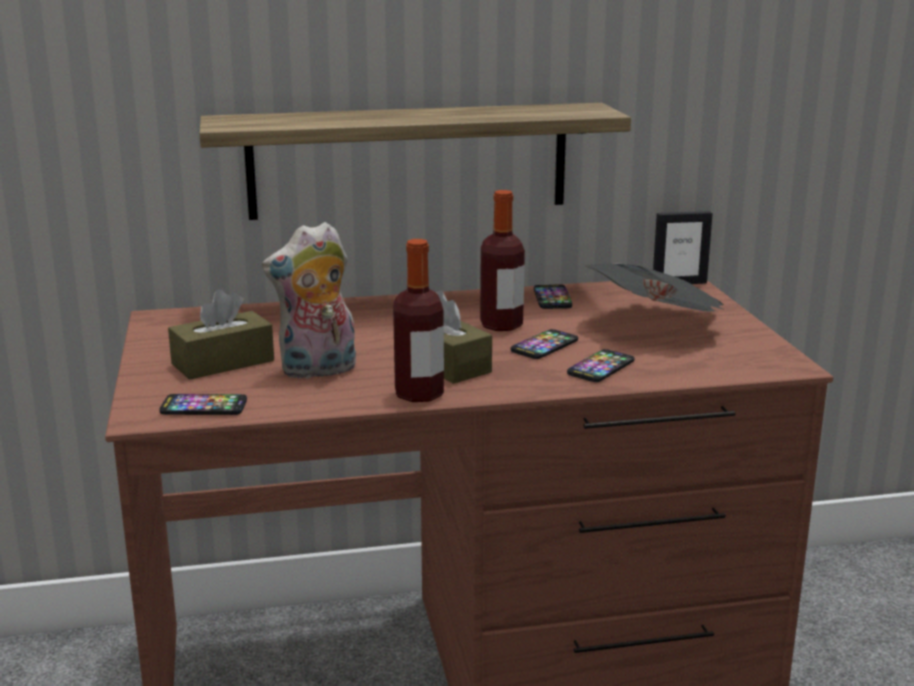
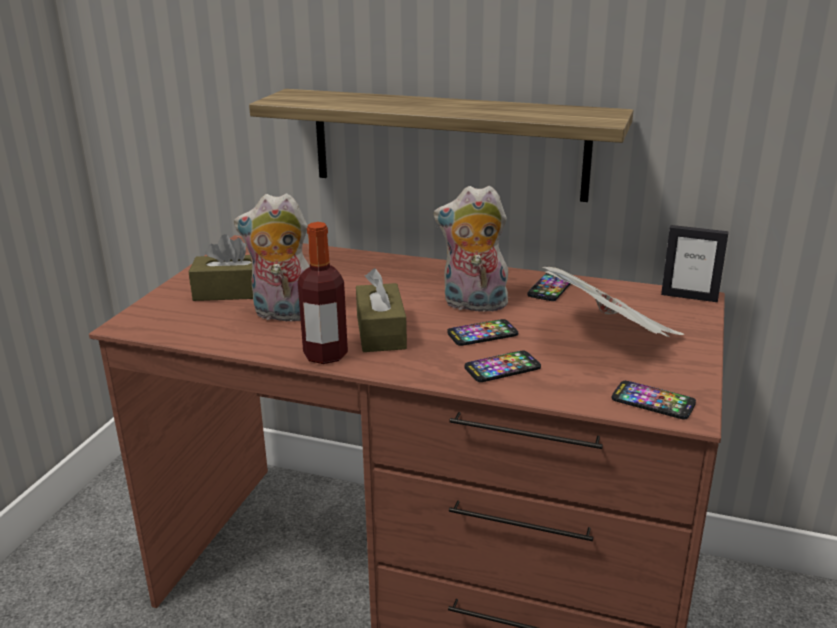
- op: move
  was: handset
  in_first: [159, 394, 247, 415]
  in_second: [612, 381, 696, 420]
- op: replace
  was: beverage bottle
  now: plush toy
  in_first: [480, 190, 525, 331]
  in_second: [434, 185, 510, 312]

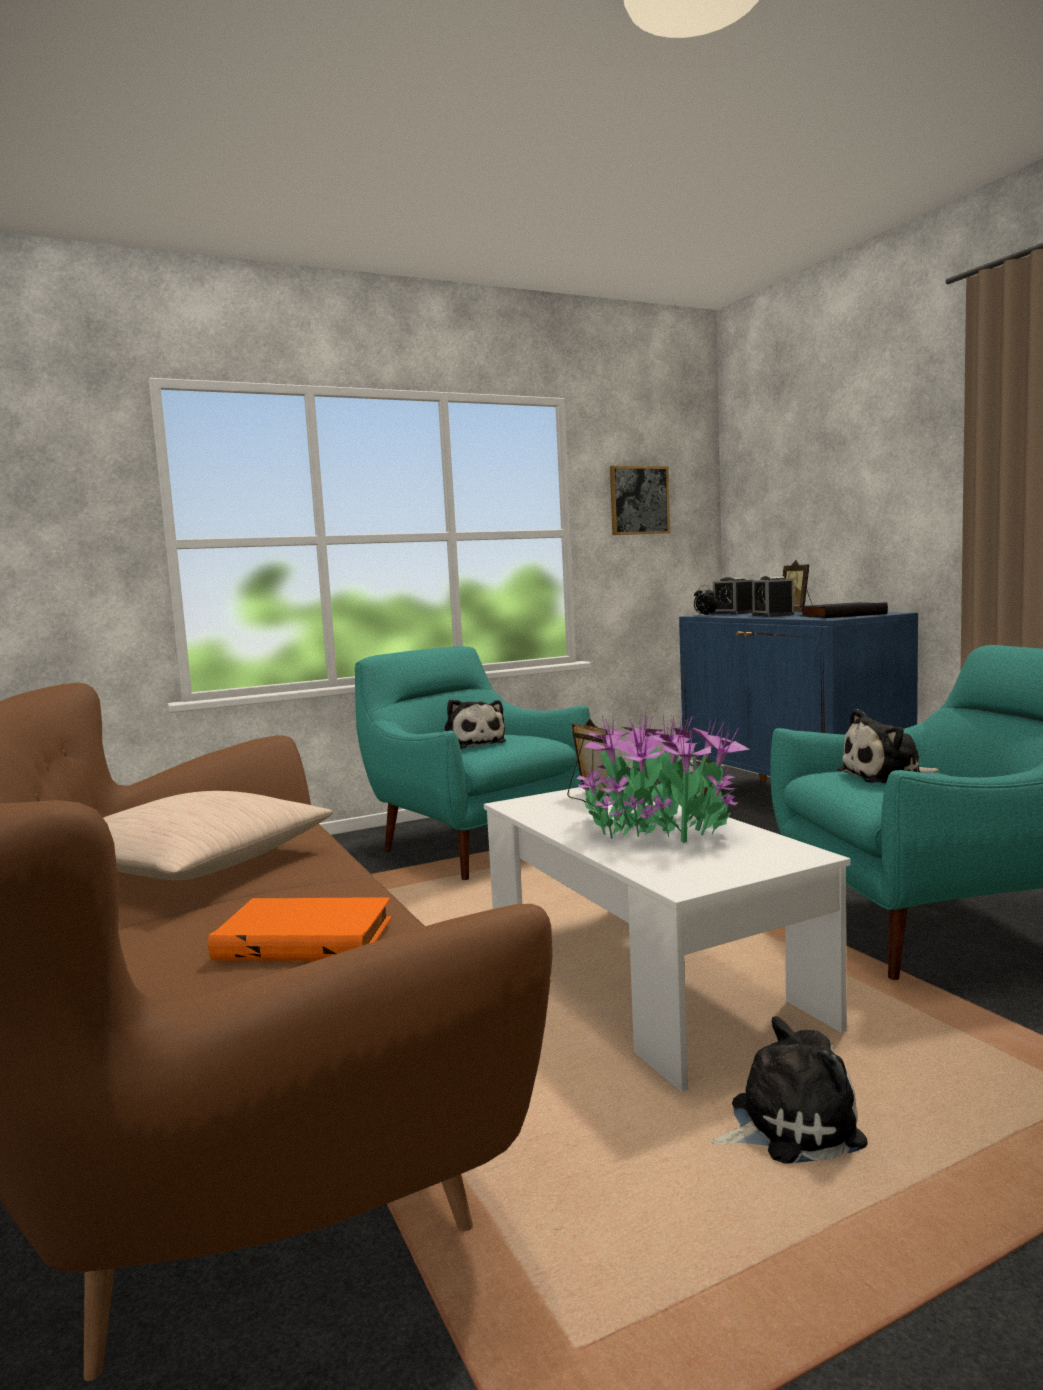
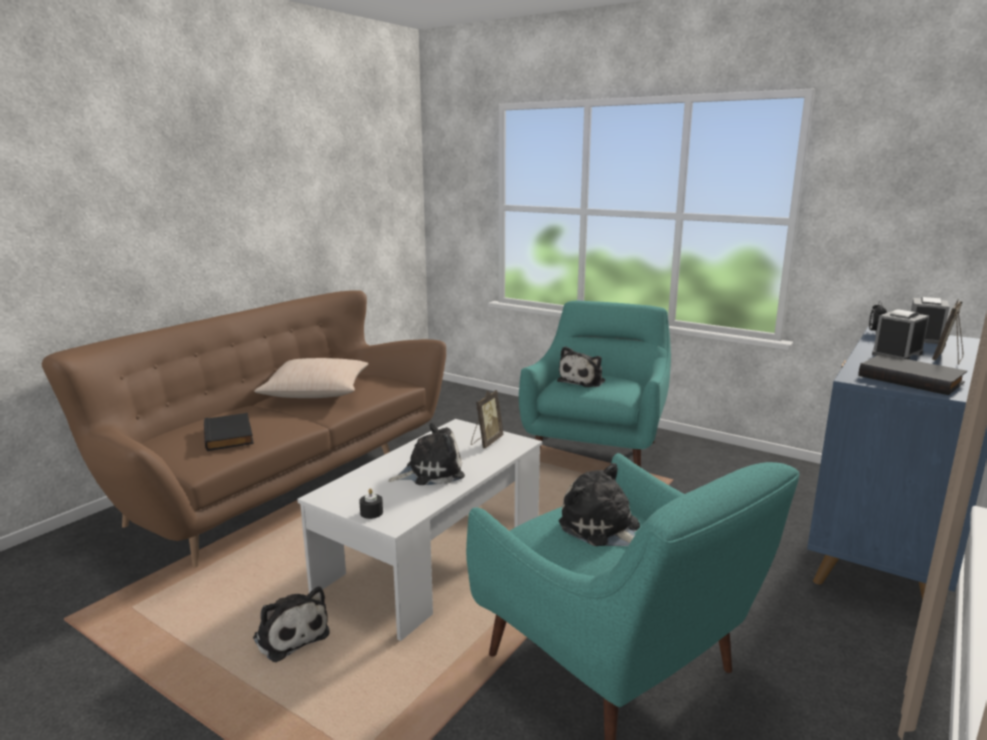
- op: recolor
  was: orange-coloured bound book
  now: blackish bound book
  in_first: [208, 897, 392, 961]
  in_second: [204, 413, 254, 451]
- op: replace
  was: houseplant
  now: plush toy
  in_first: [576, 711, 749, 843]
  in_second: [388, 423, 465, 485]
- op: delete
  was: picture
  in_first: [610, 466, 670, 535]
- op: insert
  now: blackish candle
  in_second: [359, 488, 383, 519]

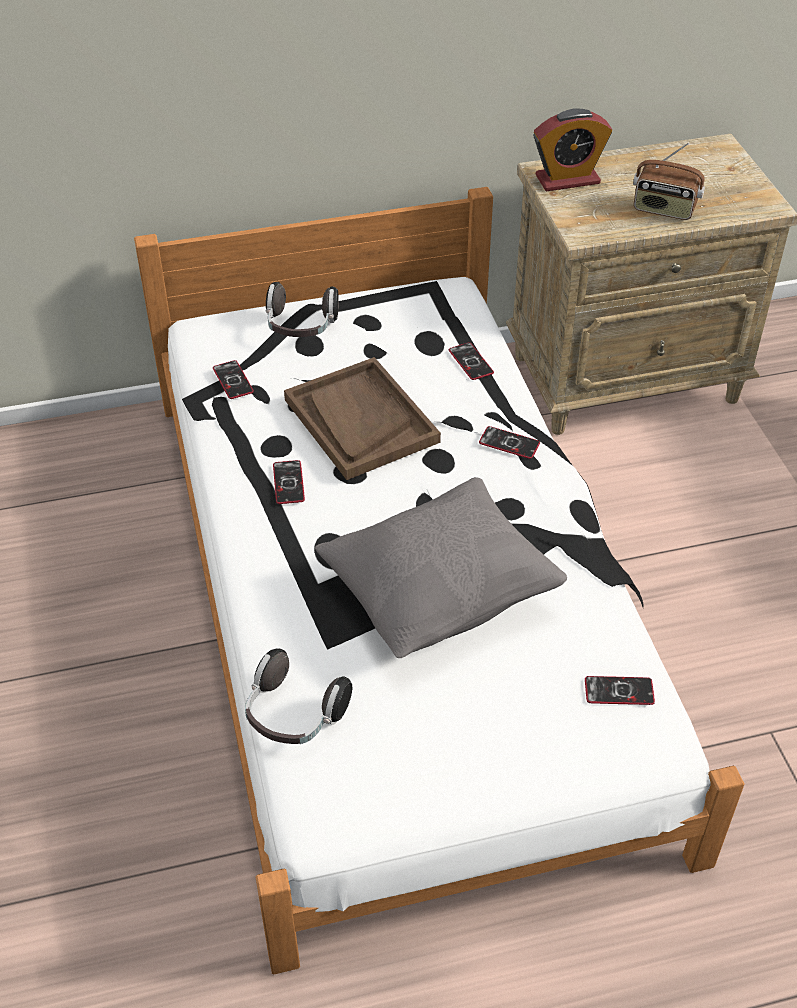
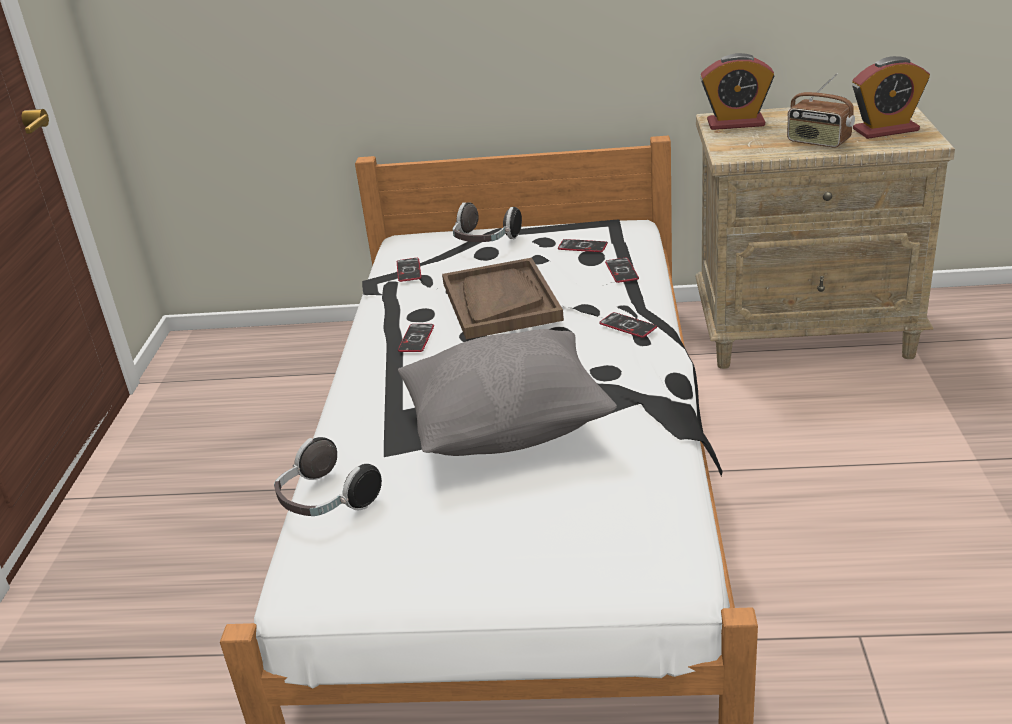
- op: move
  was: handset
  in_first: [585, 676, 655, 705]
  in_second: [558, 239, 608, 252]
- op: insert
  now: table clock
  in_second: [852, 56, 930, 139]

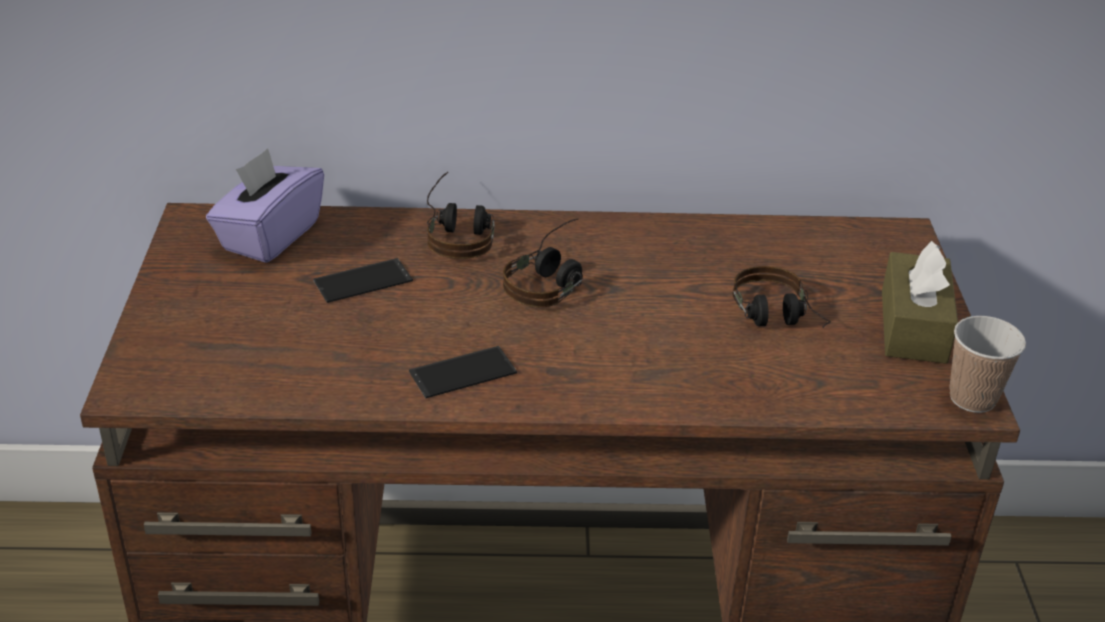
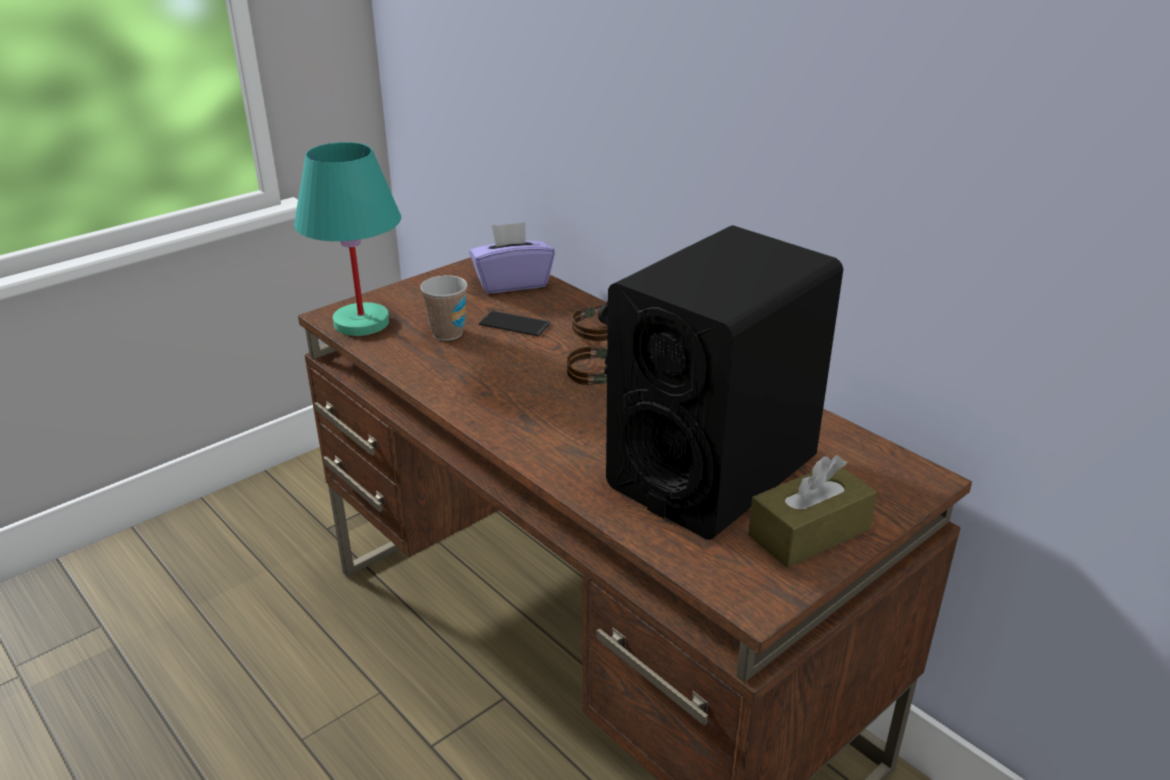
- op: delete
  was: handset
  in_first: [409, 346, 517, 399]
- op: replace
  was: headphones
  now: blackish speaker
  in_first: [733, 266, 831, 328]
  in_second: [606, 225, 843, 540]
- op: move
  was: drinking cup
  in_first: [950, 316, 1026, 413]
  in_second: [420, 275, 467, 341]
- op: insert
  now: blue-green lamp for a table
  in_second: [294, 142, 401, 336]

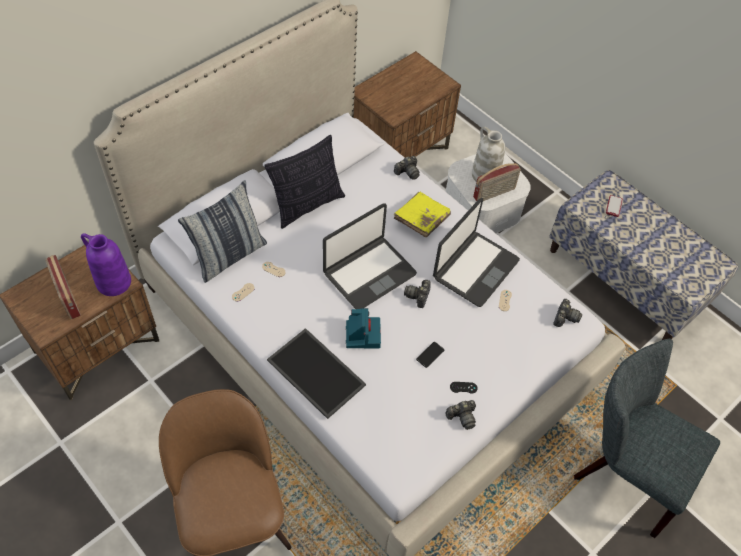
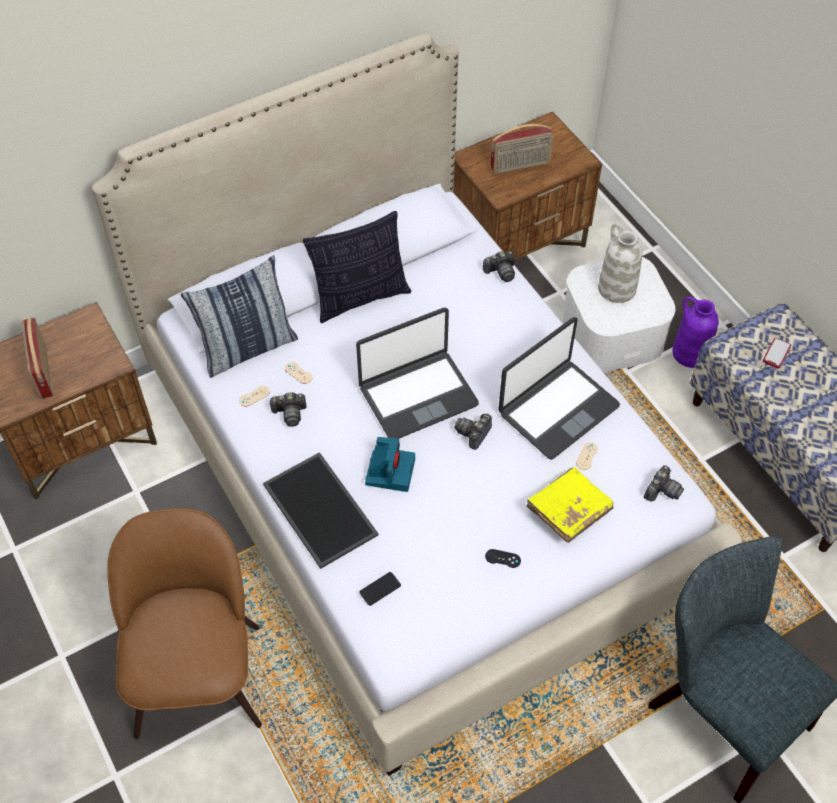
- op: move
  was: purple-coloured vase
  in_first: [81, 233, 131, 296]
  in_second: [672, 296, 719, 368]
- op: move
  was: yellow bound book
  in_first: [394, 192, 451, 237]
  in_second: [526, 467, 614, 543]
- op: move
  was: handset
  in_first: [416, 342, 444, 368]
  in_second: [359, 572, 401, 606]
- op: move
  was: still camera
  in_first: [445, 400, 476, 430]
  in_second: [269, 392, 307, 427]
- op: move
  was: radio set
  in_first: [473, 163, 521, 201]
  in_second: [490, 124, 554, 174]

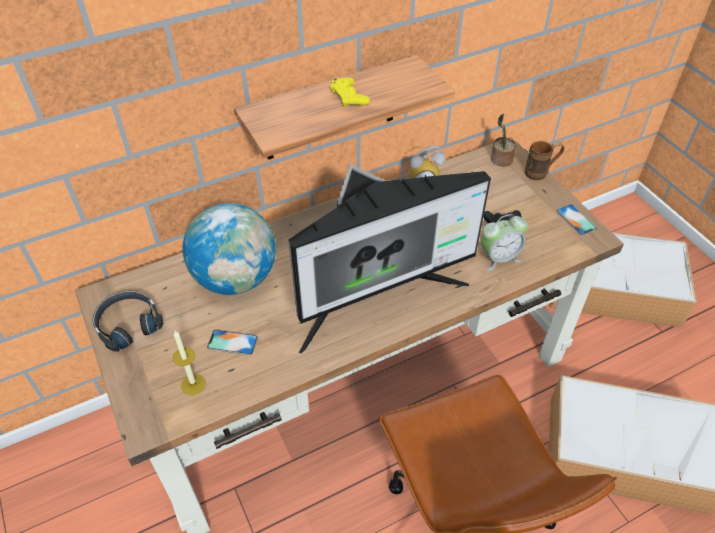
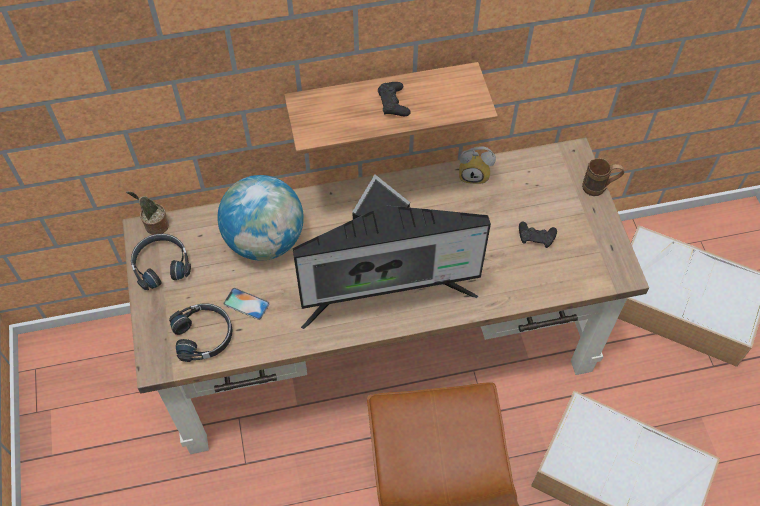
- op: replace
  was: candle
  now: blackish headphones
  in_first: [173, 331, 206, 395]
  in_second: [169, 303, 233, 362]
- op: recolor
  was: yellow game controller
  now: blackish game controller
  in_first: [330, 77, 370, 107]
  in_second: [378, 82, 410, 116]
- op: delete
  was: table clock
  in_first: [481, 214, 528, 271]
- op: move
  was: houseplant
  in_first: [491, 114, 516, 167]
  in_second: [126, 191, 169, 235]
- op: delete
  was: handset
  in_first: [556, 204, 597, 235]

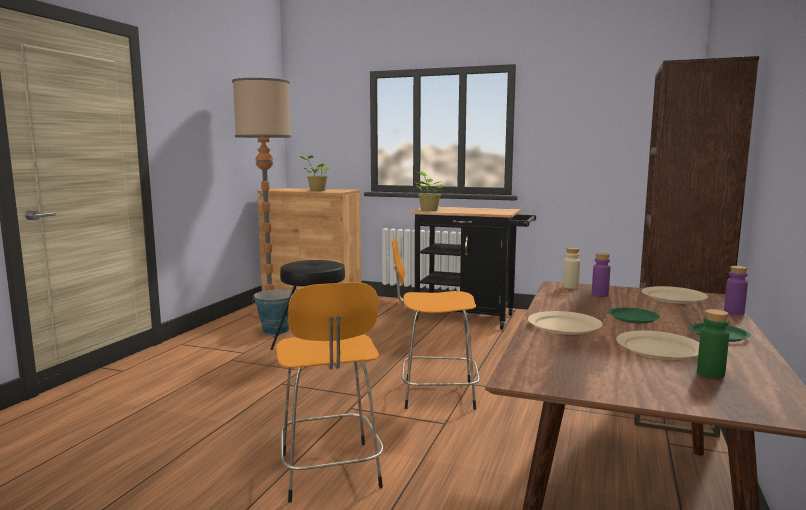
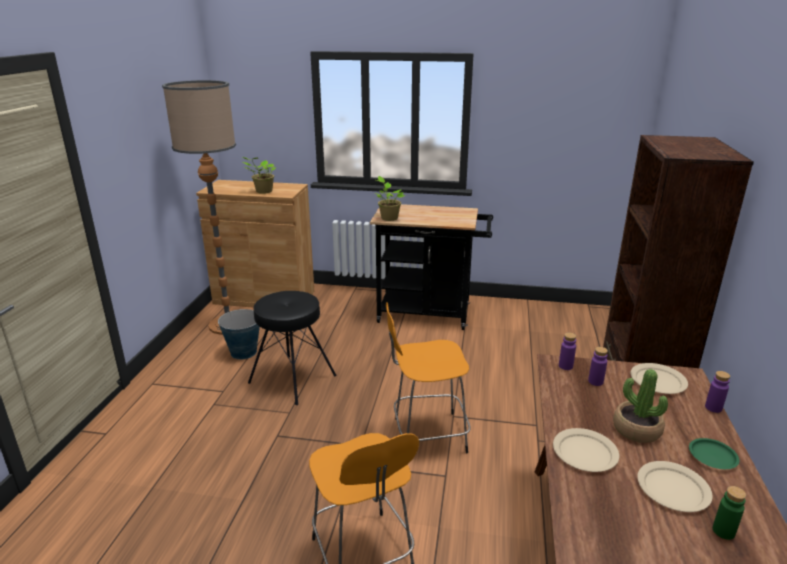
- op: recolor
  was: beige-coloured beverage bottle
  now: purple-coloured beverage bottle
  in_first: [563, 247, 580, 289]
  in_second: [559, 332, 576, 370]
- op: replace
  was: greenish plate
  now: houseplant
  in_first: [608, 307, 660, 323]
  in_second: [613, 369, 668, 443]

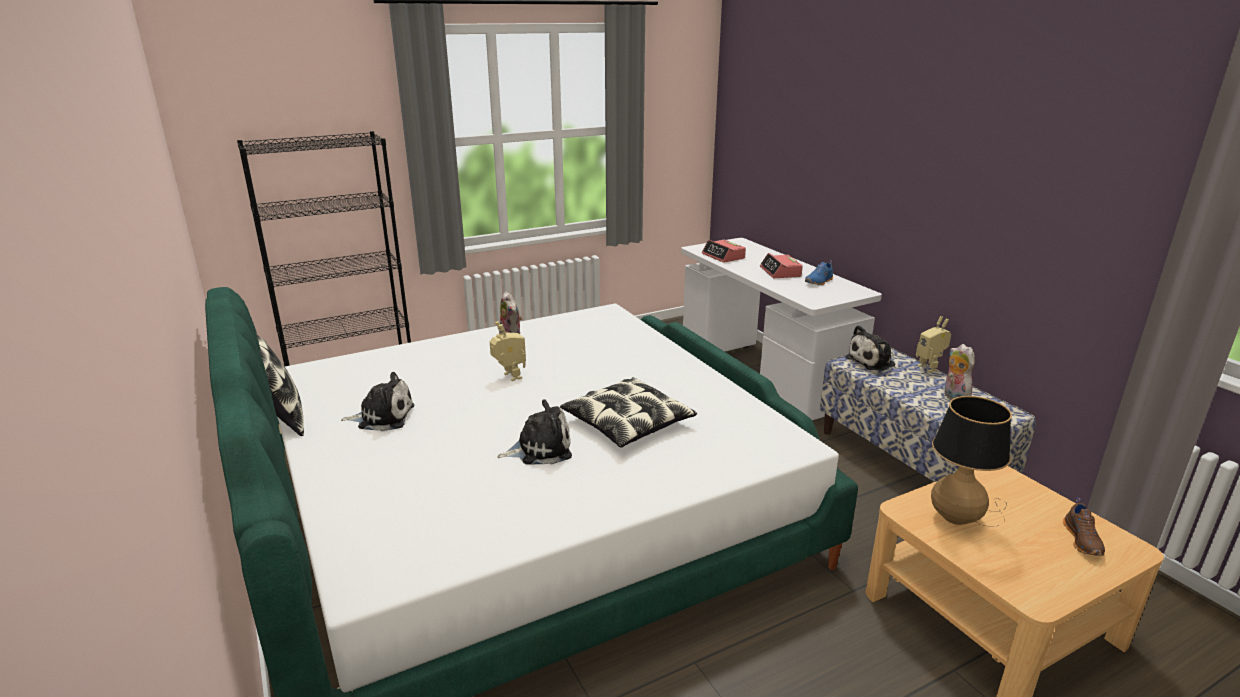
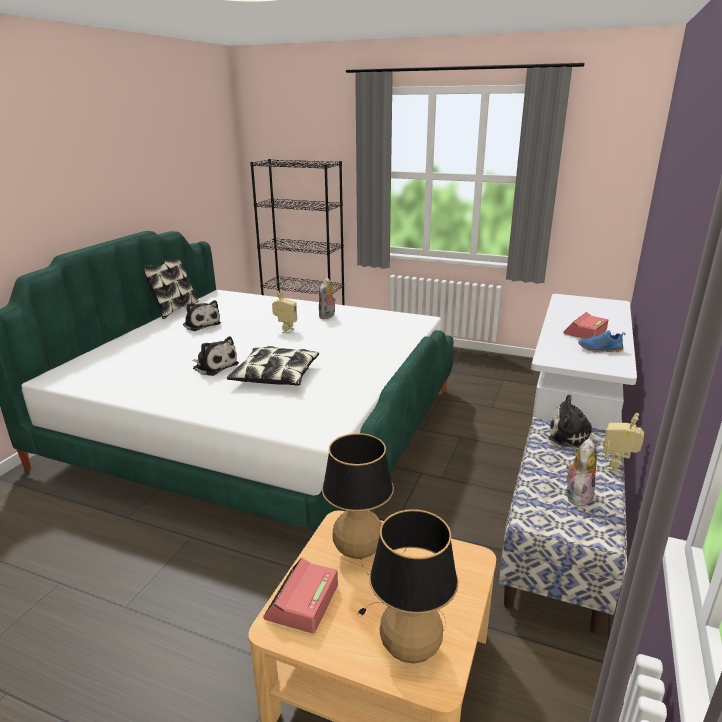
- op: move
  was: table clock
  in_first: [702, 240, 746, 263]
  in_second: [263, 557, 338, 634]
- op: replace
  was: brownish low shoe
  now: lamp for a table
  in_first: [1063, 498, 1105, 556]
  in_second: [357, 509, 458, 664]

